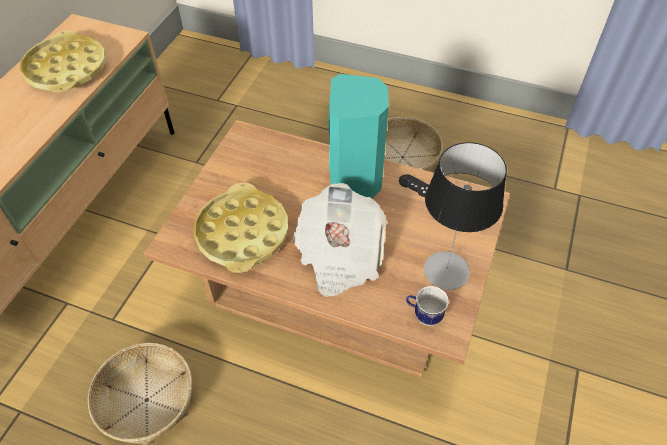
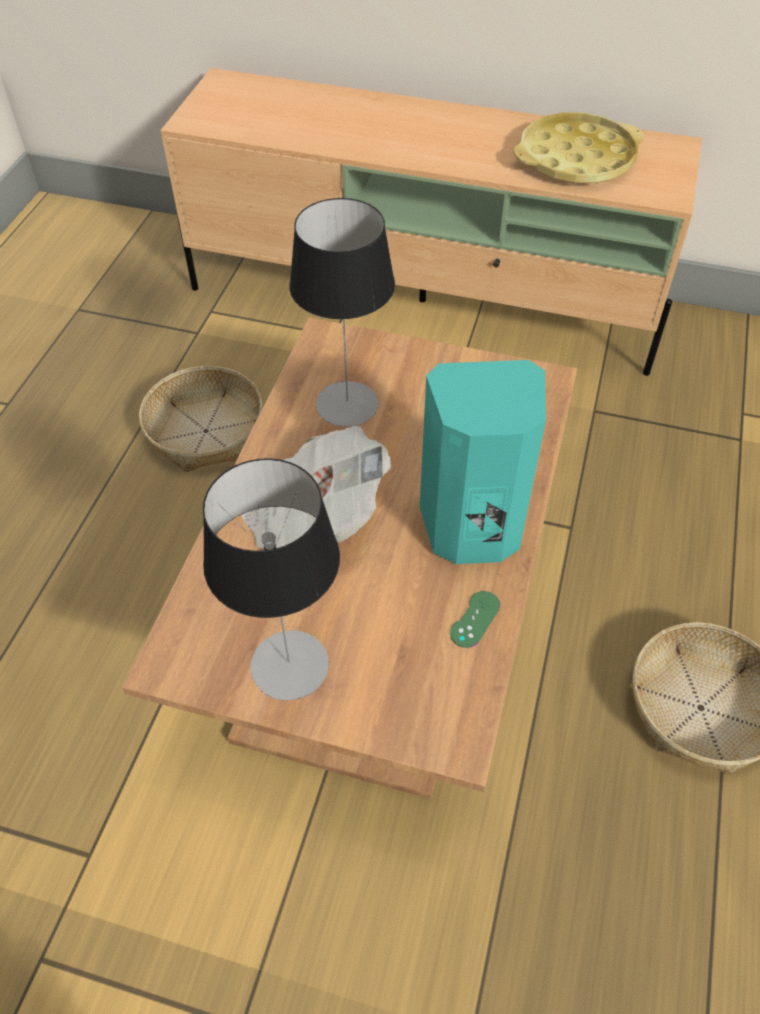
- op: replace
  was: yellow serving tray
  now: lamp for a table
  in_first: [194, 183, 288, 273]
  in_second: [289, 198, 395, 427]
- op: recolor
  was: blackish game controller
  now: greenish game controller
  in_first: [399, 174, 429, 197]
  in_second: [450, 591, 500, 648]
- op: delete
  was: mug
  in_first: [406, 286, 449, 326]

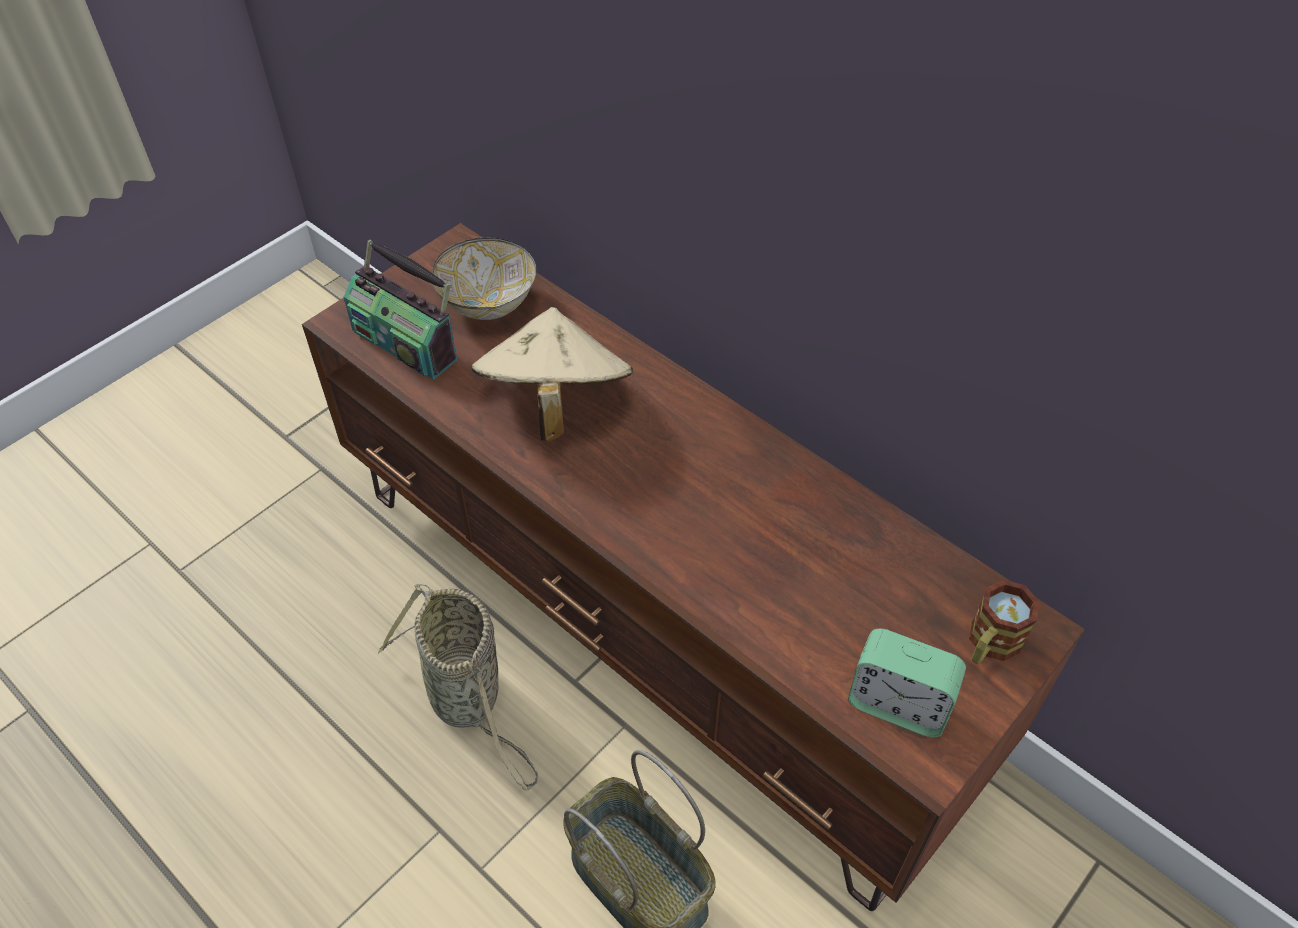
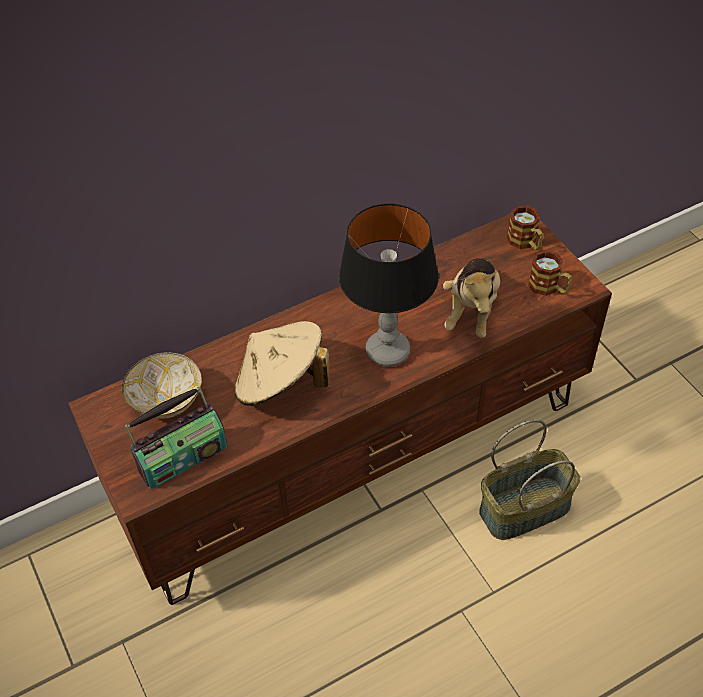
- op: delete
  was: household basket
  in_first: [378, 584, 538, 791]
- op: replace
  was: table clock
  now: mug
  in_first: [848, 629, 966, 737]
  in_second: [528, 250, 572, 296]
- op: insert
  now: lamp for a table
  in_second: [339, 203, 439, 367]
- op: insert
  now: plush toy
  in_second: [443, 258, 500, 338]

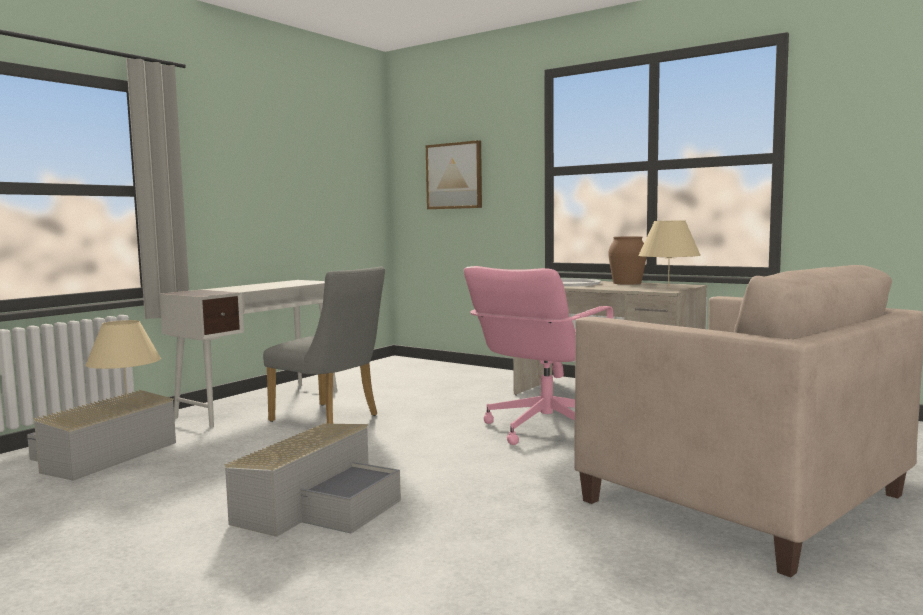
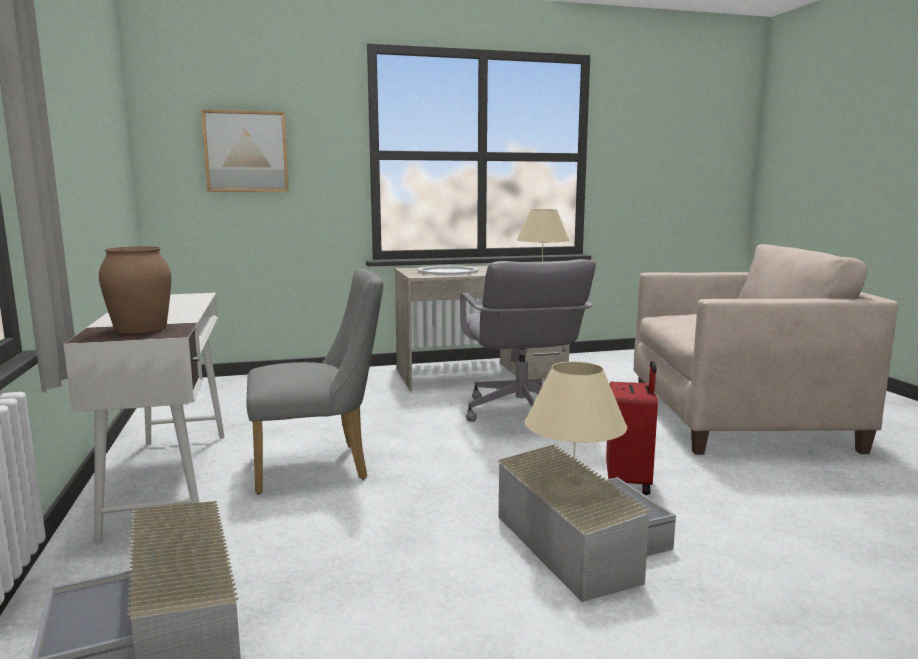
- op: move
  was: beige-coloured lamp for a table
  in_first: [85, 320, 161, 398]
  in_second: [525, 361, 627, 476]
- op: recolor
  was: pink-coloured computer chair
  now: grey computer chair
  in_first: [464, 266, 613, 445]
  in_second: [460, 259, 596, 422]
- op: move
  was: brownish vase
  in_first: [608, 236, 646, 285]
  in_second: [99, 246, 171, 334]
- op: insert
  now: red-coloured suitcase
  in_second: [606, 361, 658, 495]

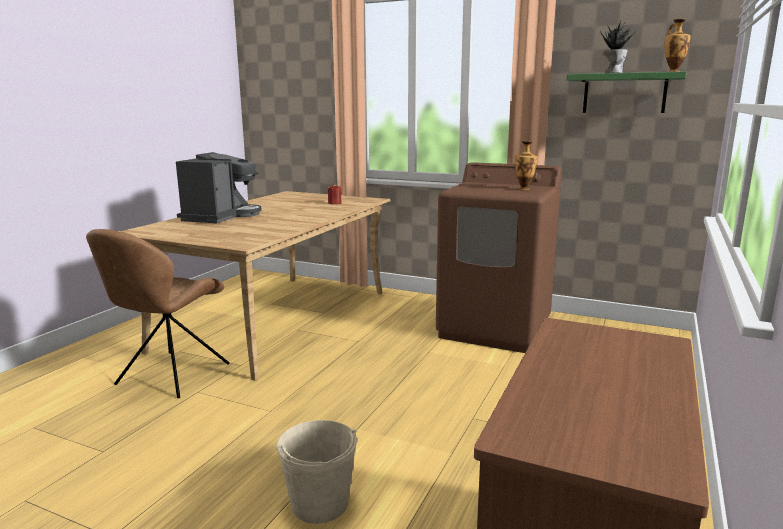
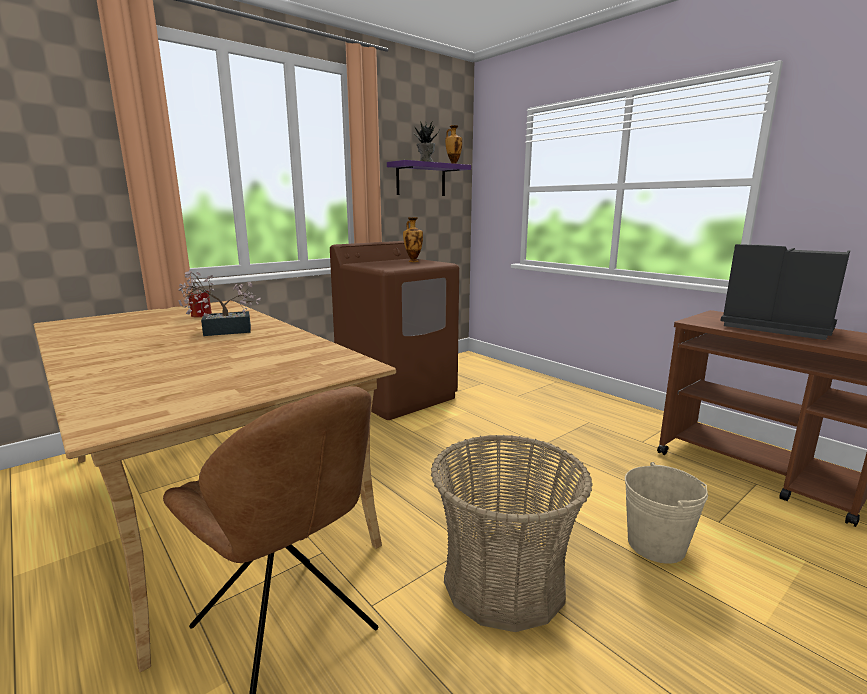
- op: move
  was: coffee machine
  in_first: [176, 152, 261, 223]
  in_second: [720, 244, 850, 340]
- op: recolor
  was: greenish wall shelf
  now: purple-coloured wall shelf
  in_first: [567, 71, 686, 113]
  in_second: [387, 160, 471, 196]
- op: insert
  now: houseplant
  in_second: [178, 270, 261, 336]
- op: insert
  now: household basket
  in_second: [431, 435, 593, 632]

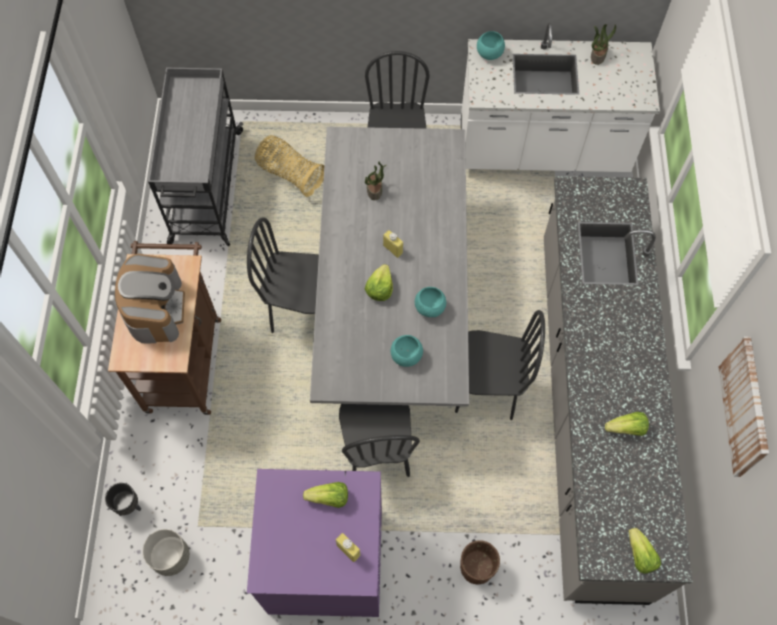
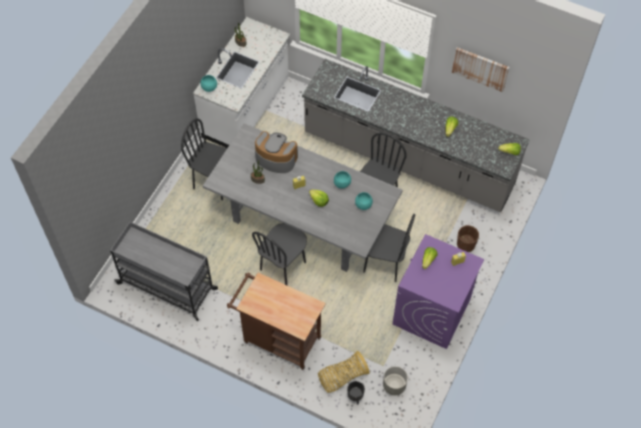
- op: move
  was: coffee machine
  in_first: [115, 254, 185, 344]
  in_second: [255, 131, 298, 173]
- op: move
  was: household basket
  in_first: [255, 135, 324, 197]
  in_second: [318, 351, 369, 393]

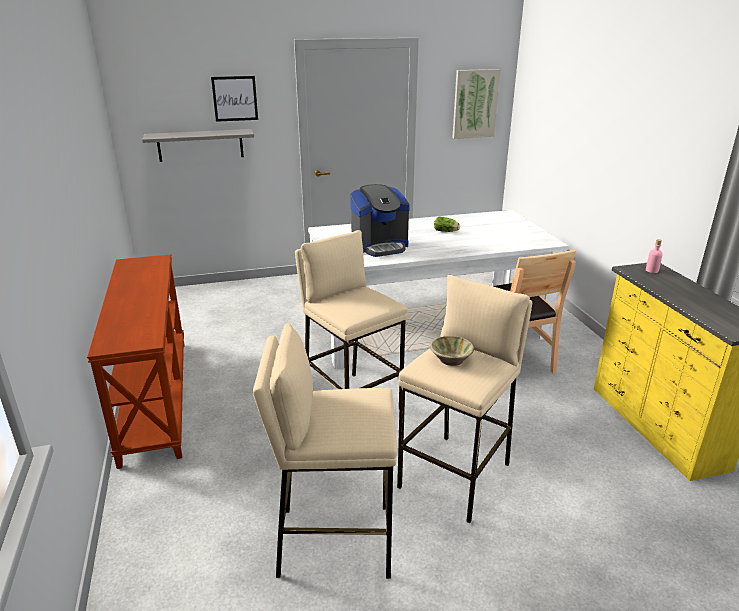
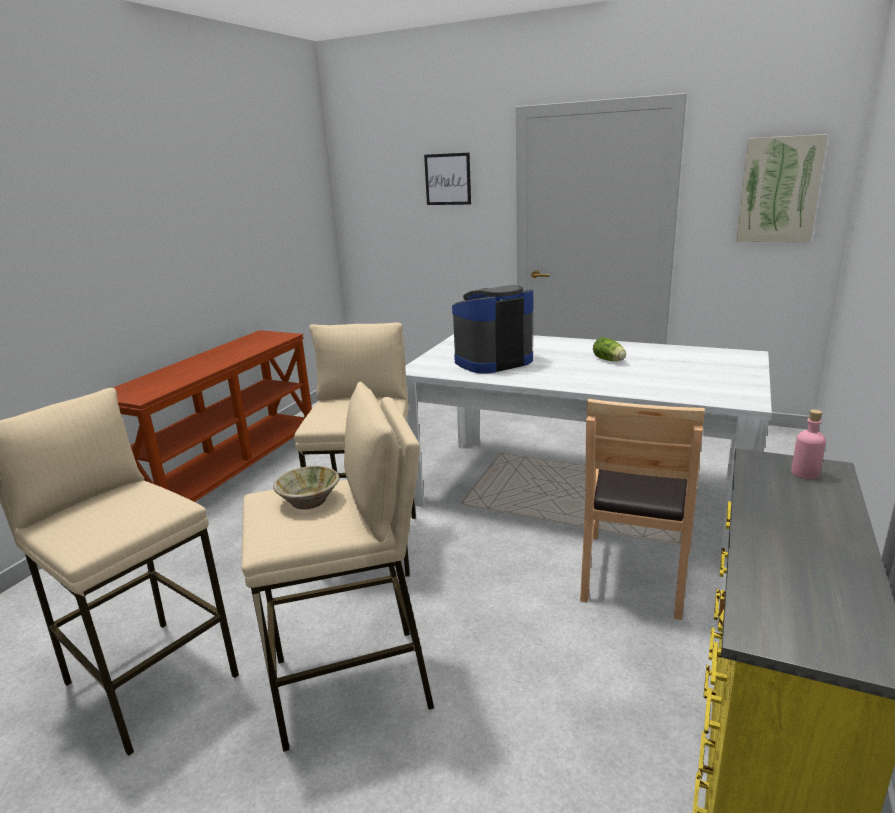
- op: delete
  was: grey wall shelf
  in_first: [142, 129, 254, 162]
- op: rotate
  was: coffee machine
  in_first: [350, 184, 410, 257]
  in_second: [452, 285, 533, 373]
  clockwise: 135

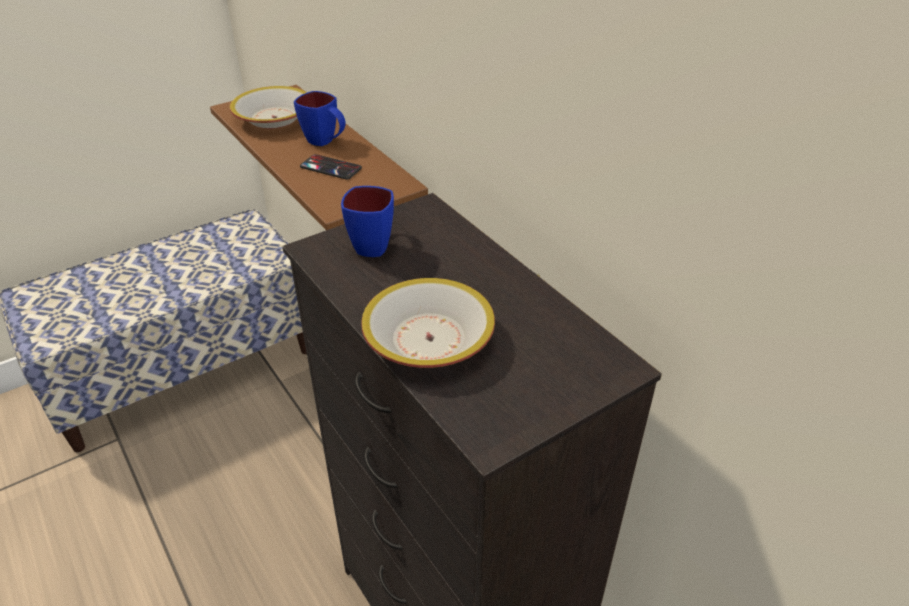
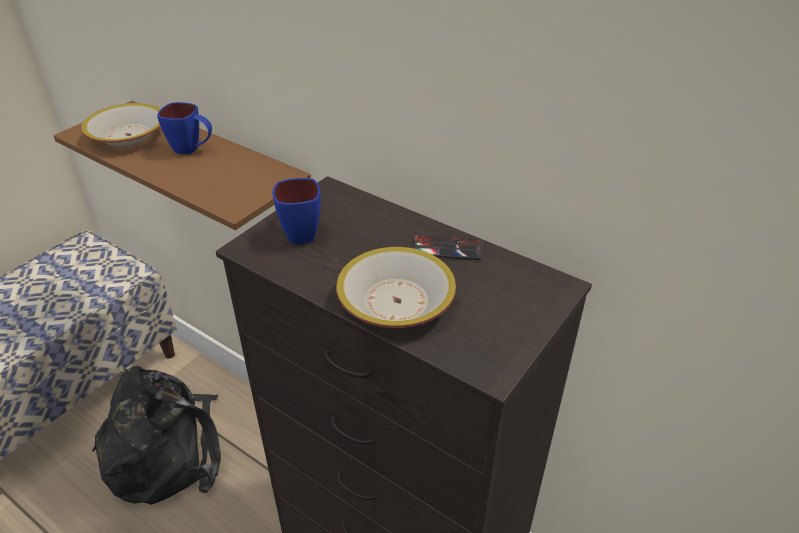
- op: move
  was: handset
  in_first: [300, 154, 362, 180]
  in_second: [412, 235, 482, 260]
- op: insert
  now: blackish backpack
  in_second: [92, 366, 221, 505]

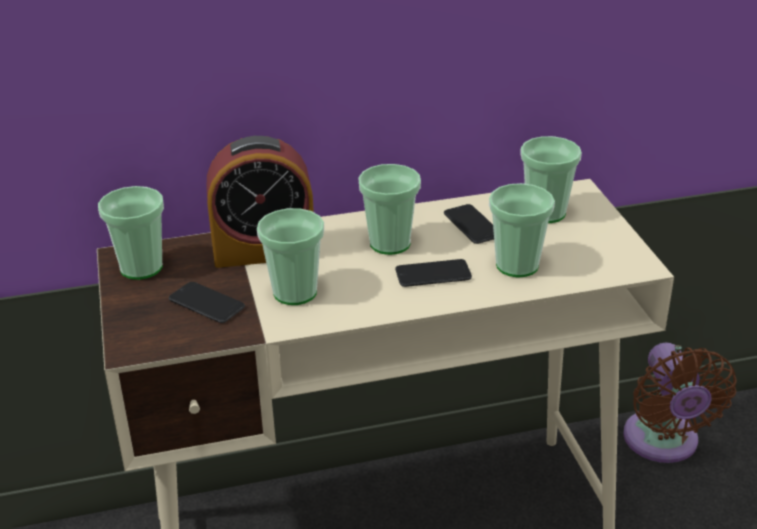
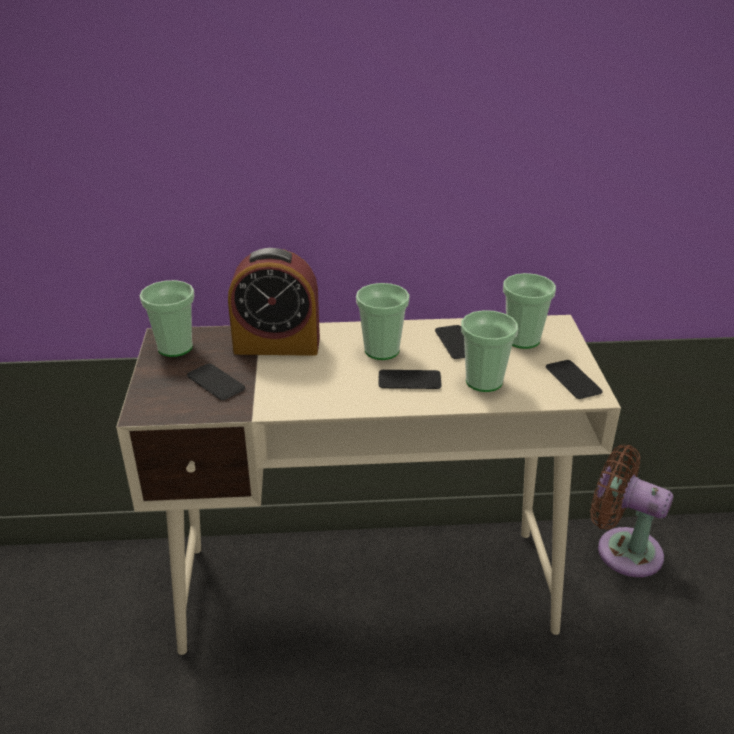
- op: delete
  was: drinking cup
  in_first: [257, 208, 324, 305]
- op: rotate
  was: brownish fan
  in_first: [623, 343, 737, 463]
  in_second: [590, 444, 673, 577]
  clockwise: 120
- op: insert
  now: handset
  in_second: [546, 360, 602, 399]

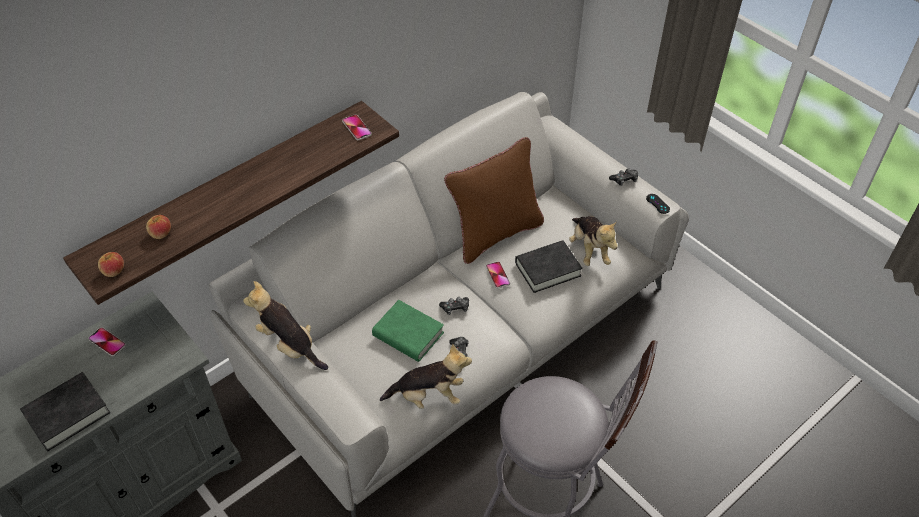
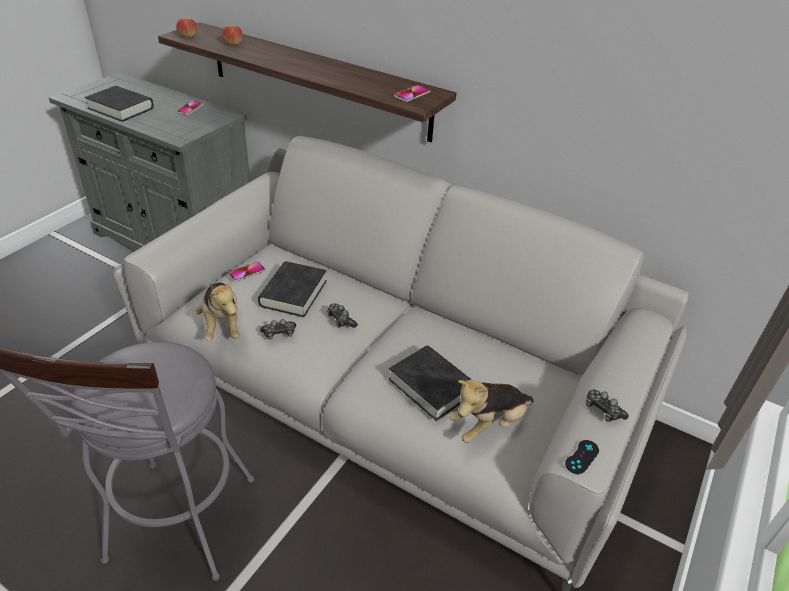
- op: delete
  was: plush toy
  in_first: [243, 281, 328, 370]
- op: recolor
  was: greenish bound book
  now: blackish bound book
  in_first: [372, 300, 444, 362]
  in_second: [258, 261, 327, 317]
- op: delete
  was: brownish pillow
  in_first: [444, 137, 544, 264]
- op: move
  was: handset
  in_first: [486, 262, 510, 289]
  in_second: [228, 262, 265, 282]

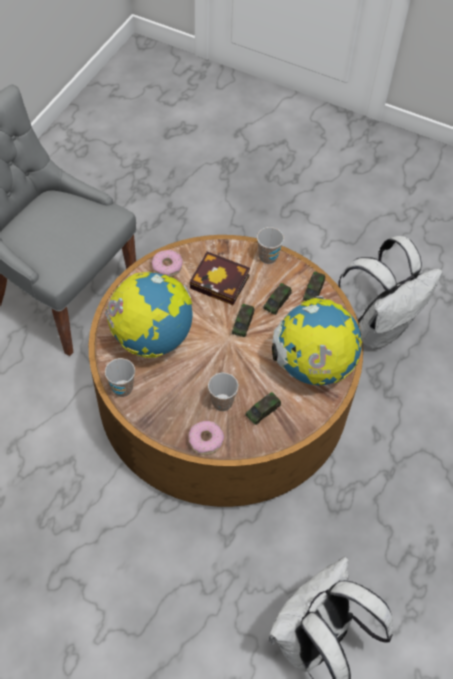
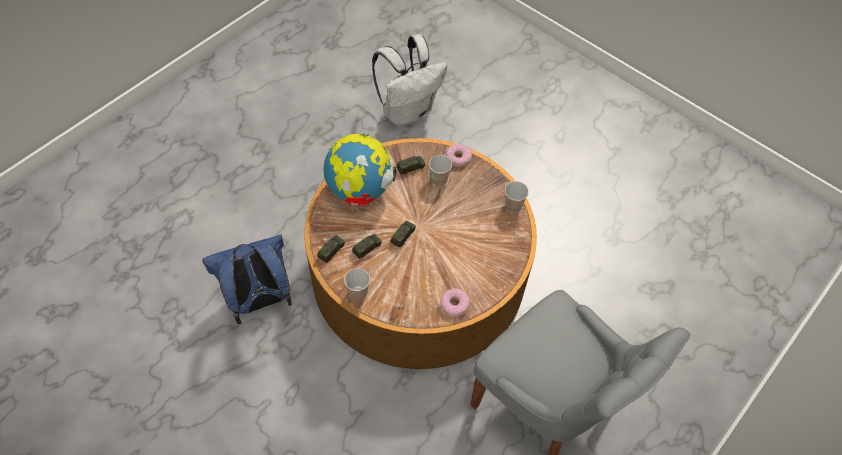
- op: delete
  was: globe
  in_first: [105, 272, 193, 358]
- op: delete
  was: bound book
  in_first: [190, 252, 250, 305]
- op: recolor
  was: whitish backpack
  now: blue-coloured backpack
  in_first: [338, 236, 442, 349]
  in_second: [202, 234, 292, 324]

